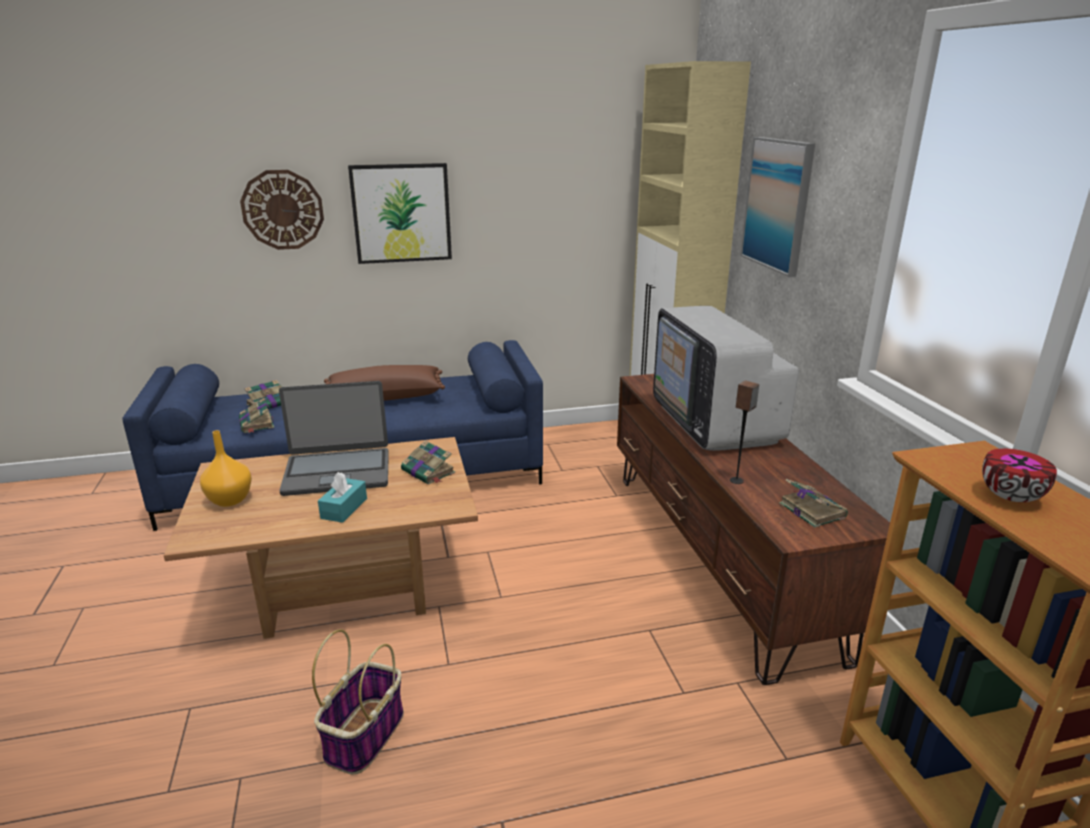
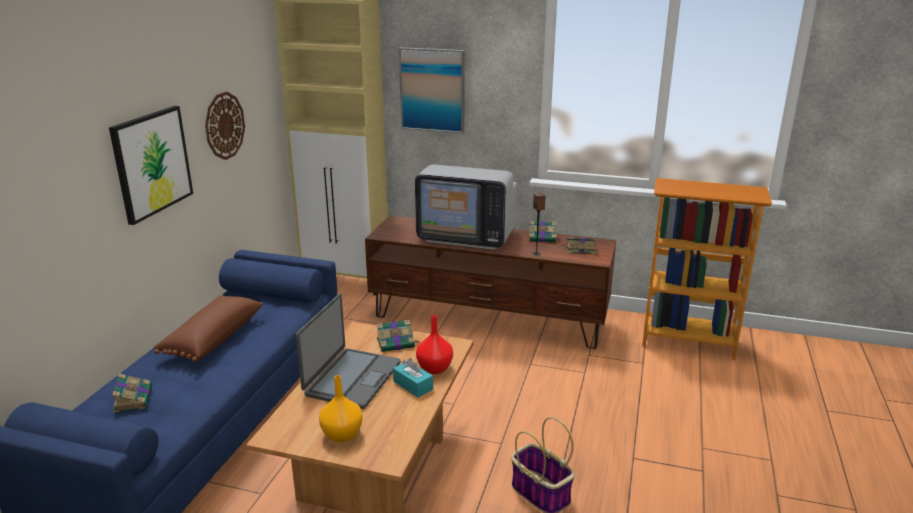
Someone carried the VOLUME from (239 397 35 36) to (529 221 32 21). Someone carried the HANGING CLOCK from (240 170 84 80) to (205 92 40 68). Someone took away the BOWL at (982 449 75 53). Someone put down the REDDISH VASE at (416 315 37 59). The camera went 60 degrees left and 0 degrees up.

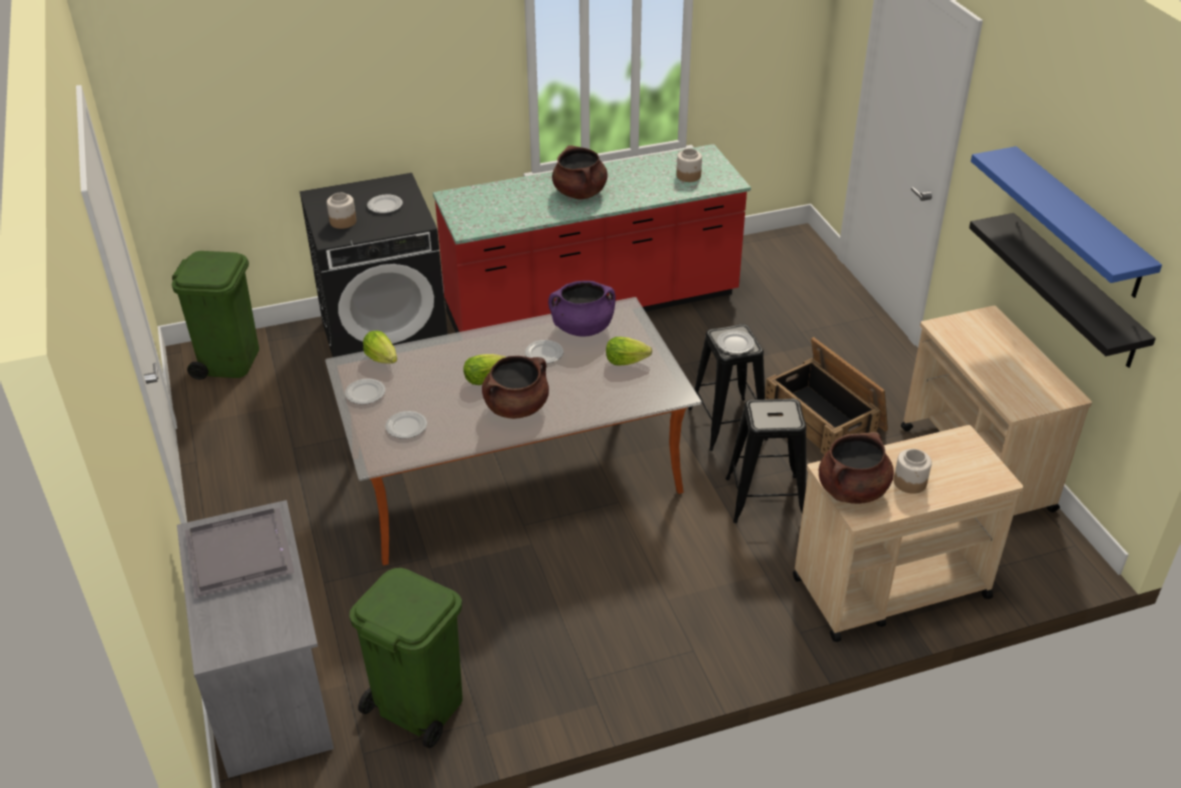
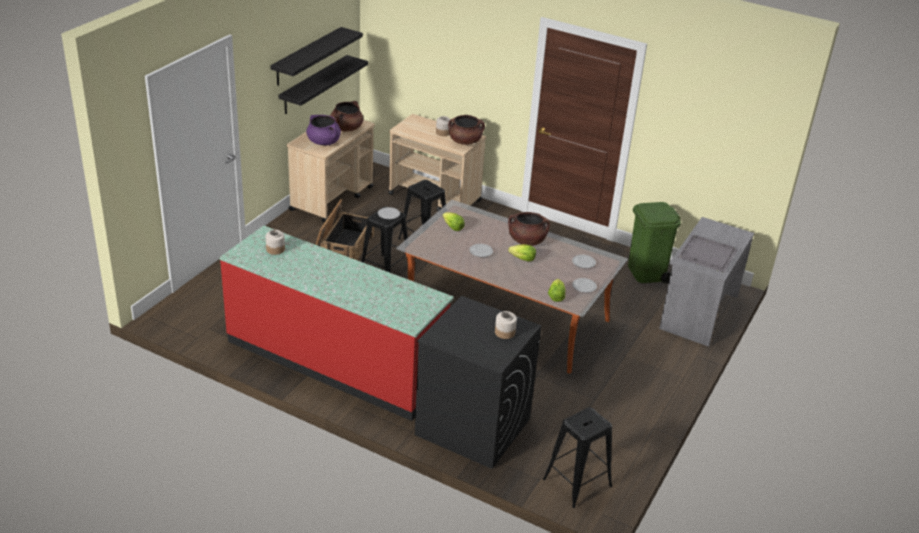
Someone swapped the GREEN-COLOURED RUBBISH BIN at (172 251 87 129) for the BLACKISH STOOL SEAT at (543 407 69 101). Someone took away the DINNER PLATE at (367 194 36 19). Someone carried the PURPLE SAUCEPOT from (548 281 68 56) to (306 115 35 30). Someone carried the BROWN-COLOURED SAUCEPOT from (552 145 56 55) to (330 101 33 31). Someone repainted the BLUISH SHELF at (971 146 191 152), which became the BLACKISH SHELF at (270 27 93 59). The camera went 135 degrees left and 5 degrees down.

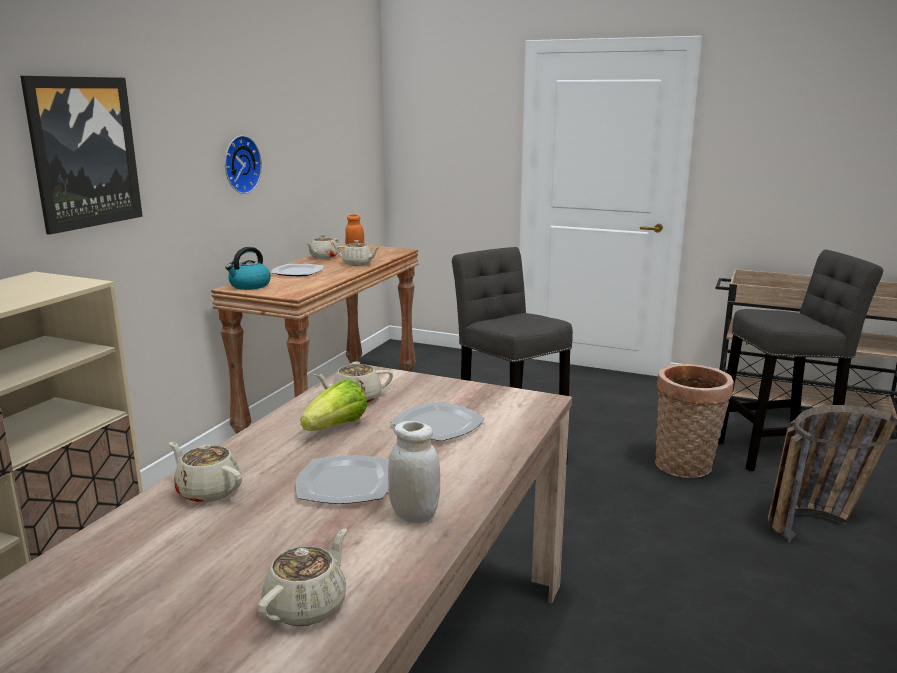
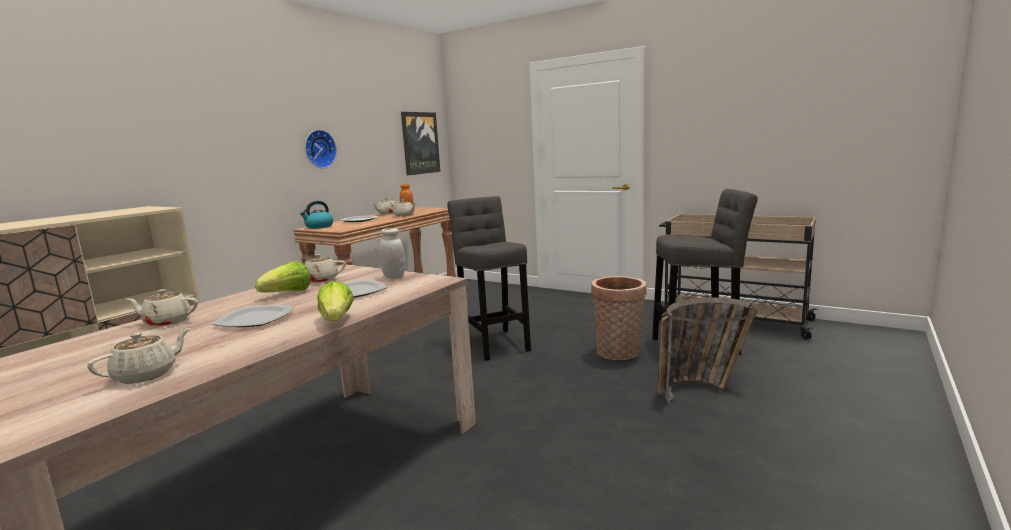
Someone carried the PICTURE from (20 76 123 159) to (401 112 40 63). Someone rotated the BEIGE TEA POT at (169 442 73 61) by 45 degrees counterclockwise. Someone carried the WHITISH PRESERVE JAR from (388 421 52 102) to (379 228 26 51). Someone put down the HEAD OF LETTUCE at (317 281 37 41). The camera went 10 degrees right and 5 degrees down.

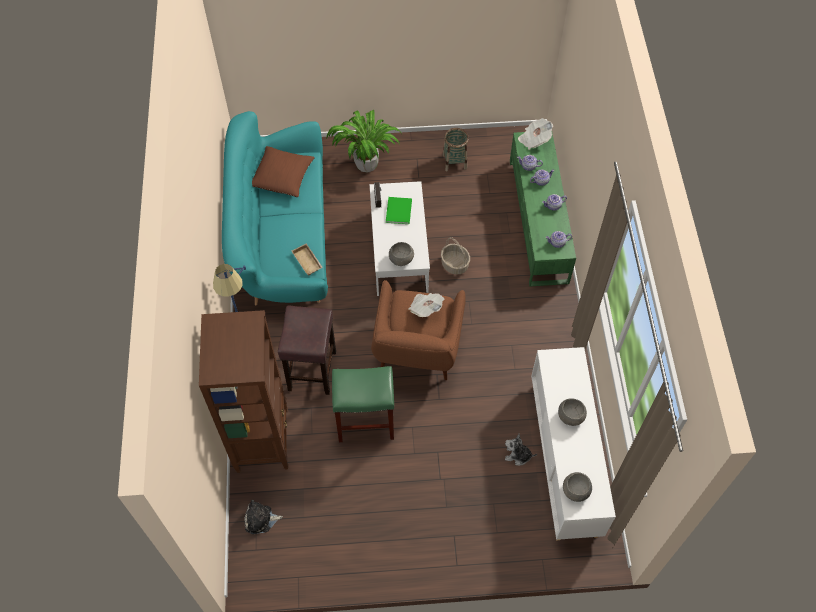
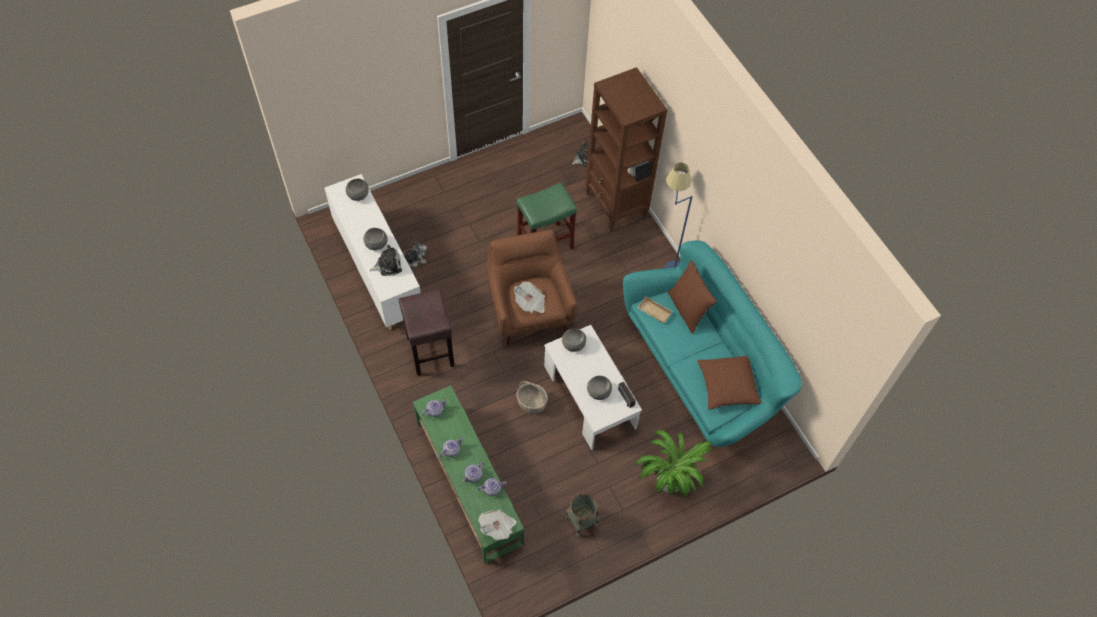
Someone carried the BROWN-COLOURED STOOL SEAT from (278 306 58 89) to (399 289 55 87). Someone swapped the GREEN-COLOURED VOLUME at (386 197 26 27) for the GRAY BOWL at (587 376 25 24). Someone put down the CUDDLY TOY at (370 245 32 31). Someone put down the BROWN-COLOURED THROW PILLOW at (668 260 49 74). The camera went 155 degrees right and 0 degrees up.

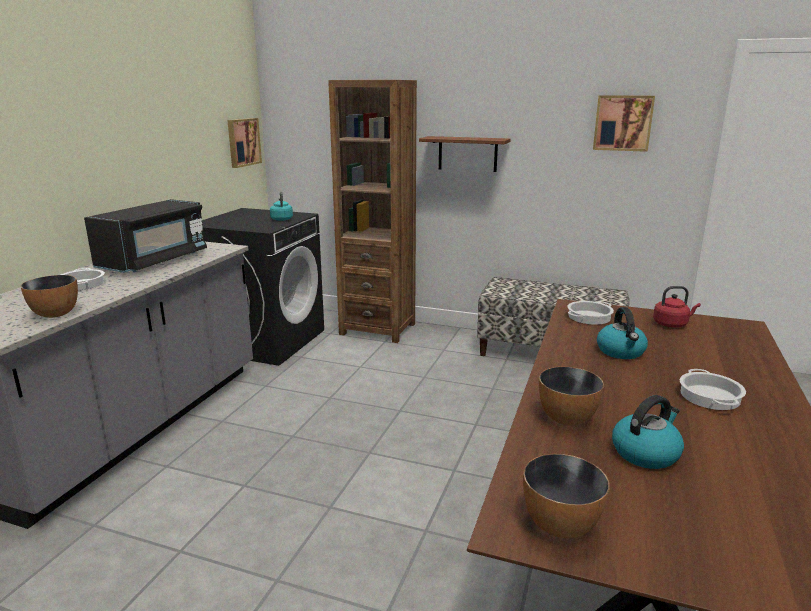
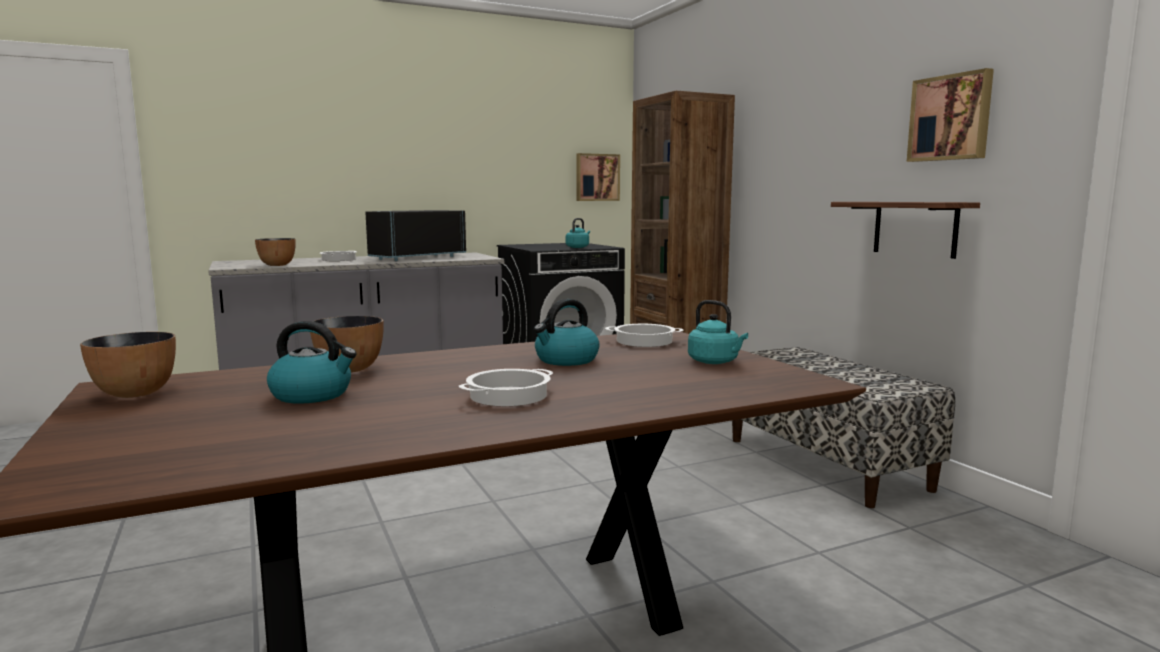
Someone rotated the BLACKISH MICROWAVE OVEN at (84 199 123 74) by 150 degrees clockwise. Someone carried the SHELF from (419 136 92 36) to (831 202 149 57). Someone repainted the REDDISH KETTLE at (653 286 48 41), which became the TURQUOISE-COLOURED KETTLE at (688 300 60 64). The camera went 45 degrees right and 10 degrees down.

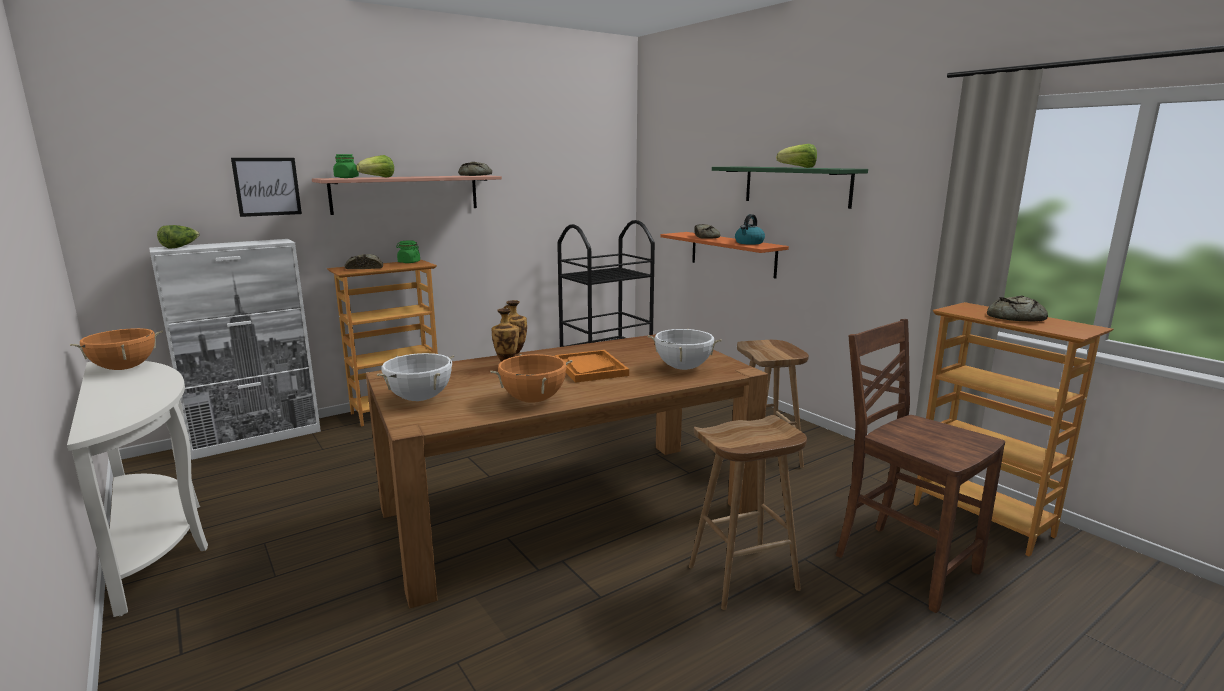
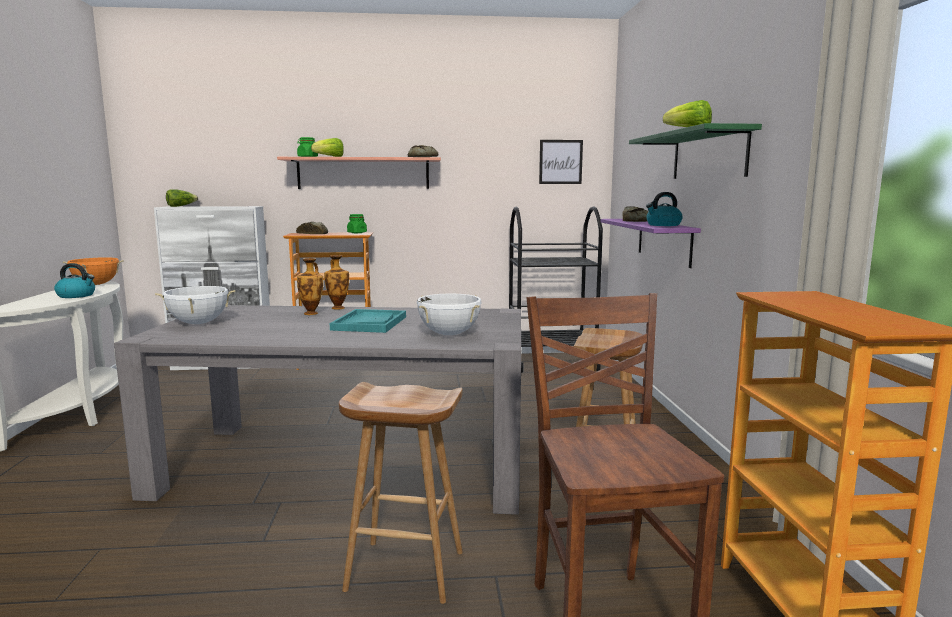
Someone carried the PICTURE from (231 158 71 59) to (539 140 44 44). Someone repainted the BROWN-COLOURED KITCHEN TABLE at (366 334 402 275), which became the GRAY KITCHEN TABLE at (114 305 407 210). Someone took away the ORANGEY SAUCEPOT at (490 354 83 49). Someone repainted the ORANGEY SERVING TRAY at (555 350 74 33), which became the TURQUOISE-COLOURED SERVING TRAY at (330 309 76 24). Someone repainted the ORANGEY SHELF at (660 232 129 47), which became the PURPLE SHELF at (600 219 101 49). Someone took away the BREAD at (987 296 61 25). Someone put down the KETTLE at (54 263 41 35). The camera went 30 degrees right and 5 degrees down.

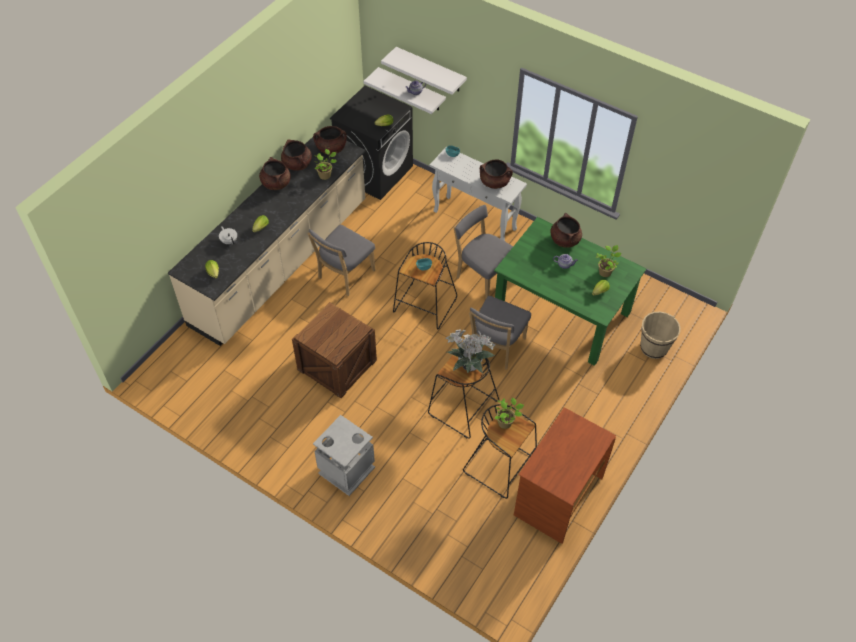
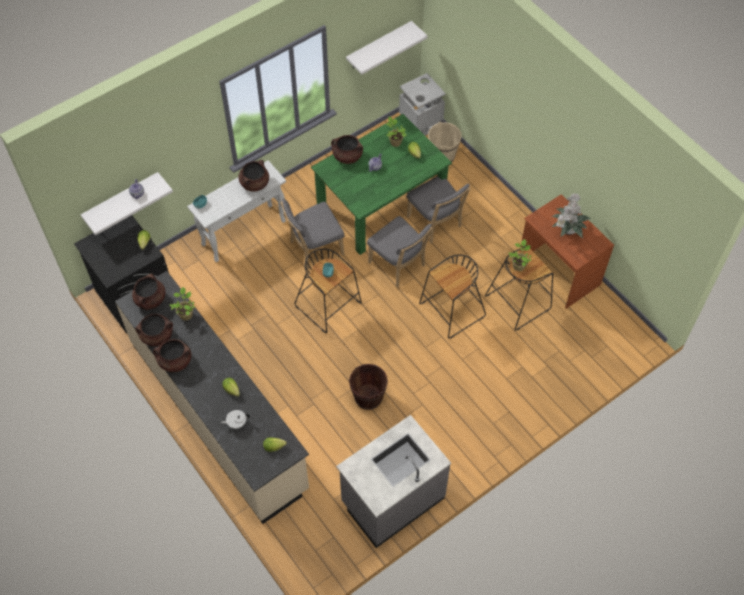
Someone swapped the CRATE at (292 302 85 96) for the BROWN-COLOURED PAIL at (349 364 39 46). Someone carried the GRAY CHAIR from (307 225 68 71) to (407 176 64 67). Someone carried the GRAY RUBBISH BIN from (313 415 62 81) to (399 73 47 63). Someone carried the WHITISH SHELF from (381 47 86 48) to (346 21 82 54). Someone carried the PLANT IN A POT from (446 329 50 44) to (552 193 39 45). Someone put down the GRAY KITCHEN BASE UNIT at (336 415 115 133). The camera went 70 degrees left and 5 degrees up.

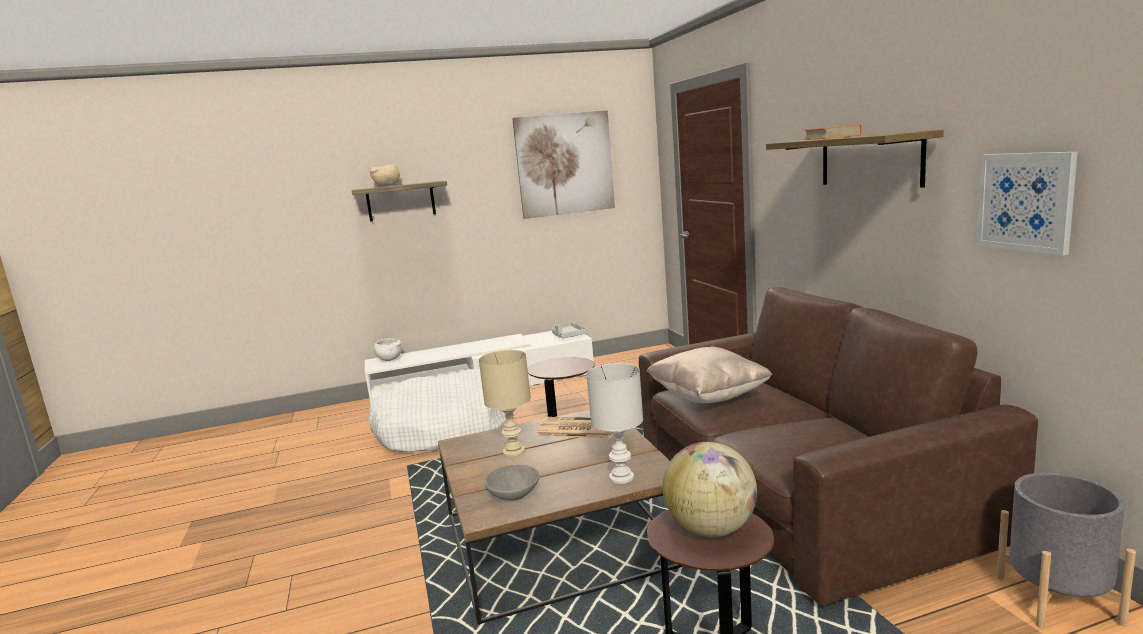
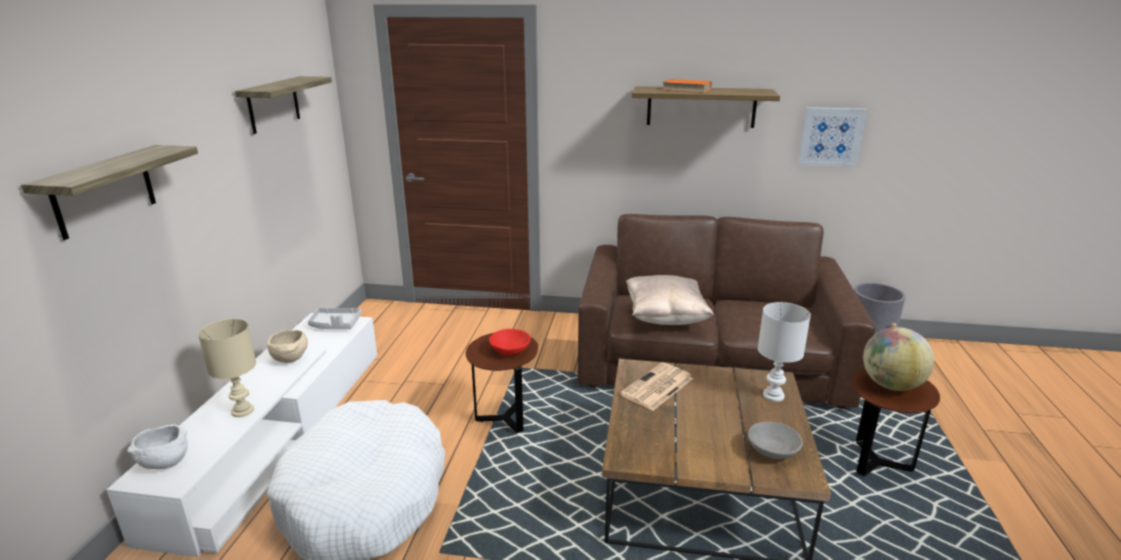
Someone carried the BEIGE BOWL from (370 164 30 22) to (267 329 41 34). Someone carried the BEIGE TABLETOP LAMP from (479 350 52 107) to (198 319 58 98). Someone swapped the PICTURE at (512 110 103 109) for the SHELF at (235 76 97 58). Someone put down the REDDISH BOWL at (489 329 42 27). The camera went 65 degrees left and 10 degrees up.

